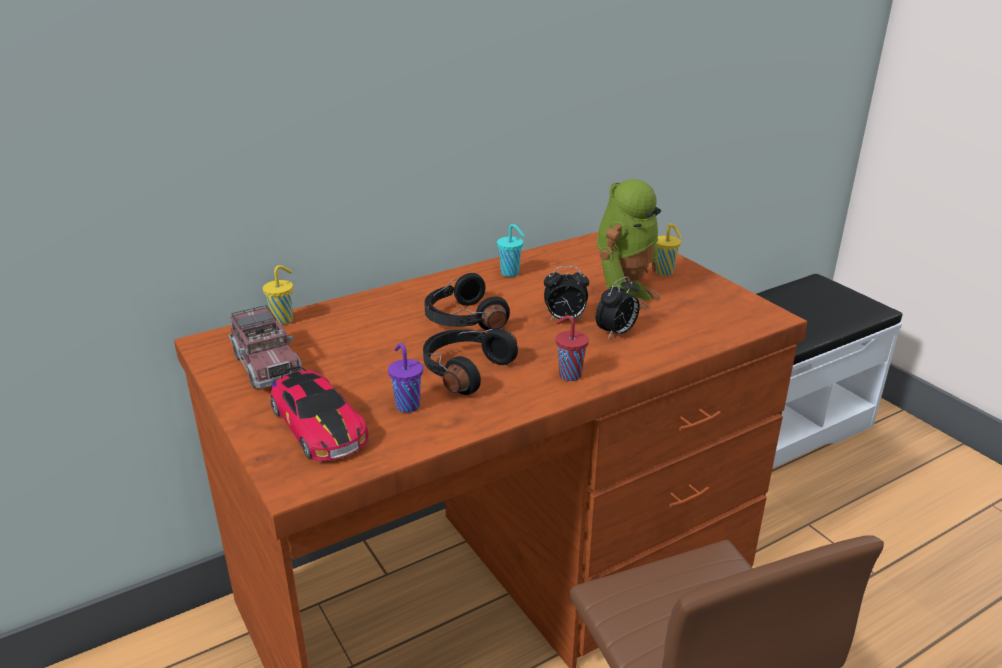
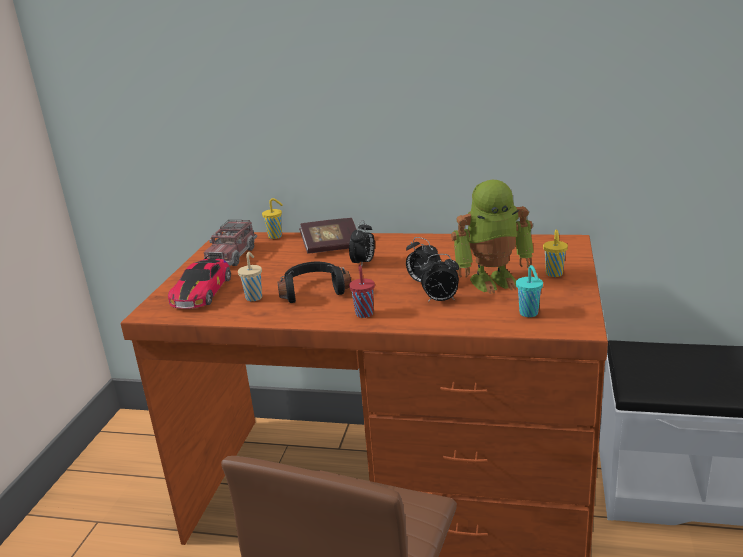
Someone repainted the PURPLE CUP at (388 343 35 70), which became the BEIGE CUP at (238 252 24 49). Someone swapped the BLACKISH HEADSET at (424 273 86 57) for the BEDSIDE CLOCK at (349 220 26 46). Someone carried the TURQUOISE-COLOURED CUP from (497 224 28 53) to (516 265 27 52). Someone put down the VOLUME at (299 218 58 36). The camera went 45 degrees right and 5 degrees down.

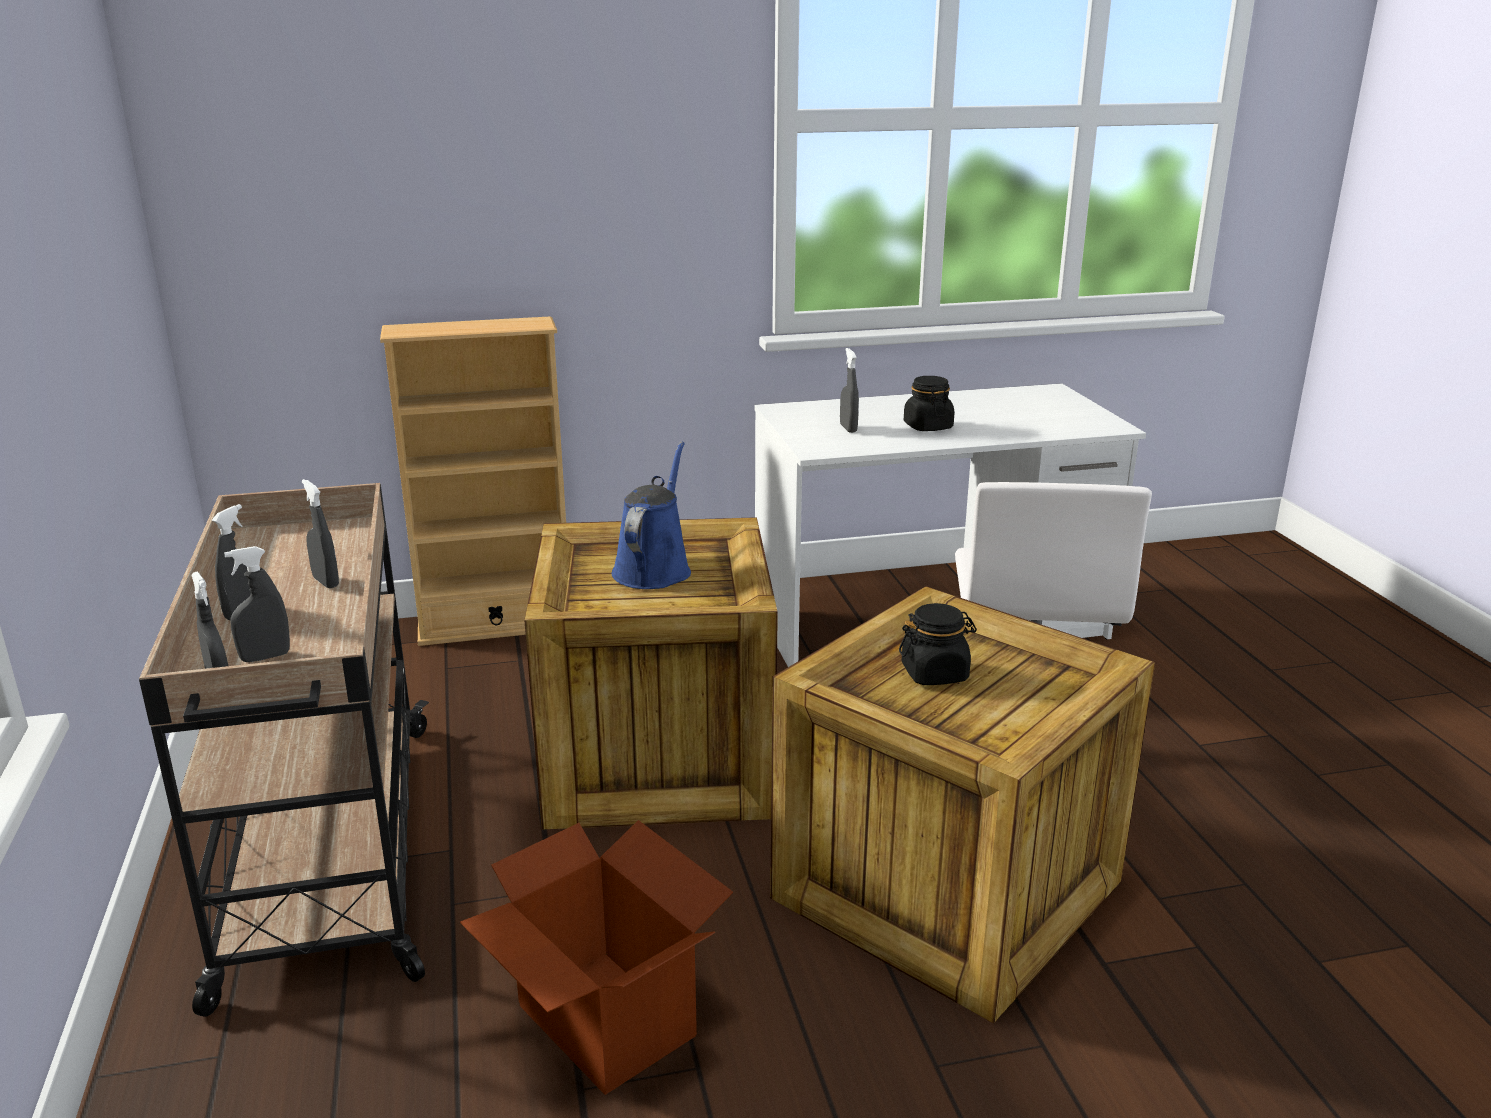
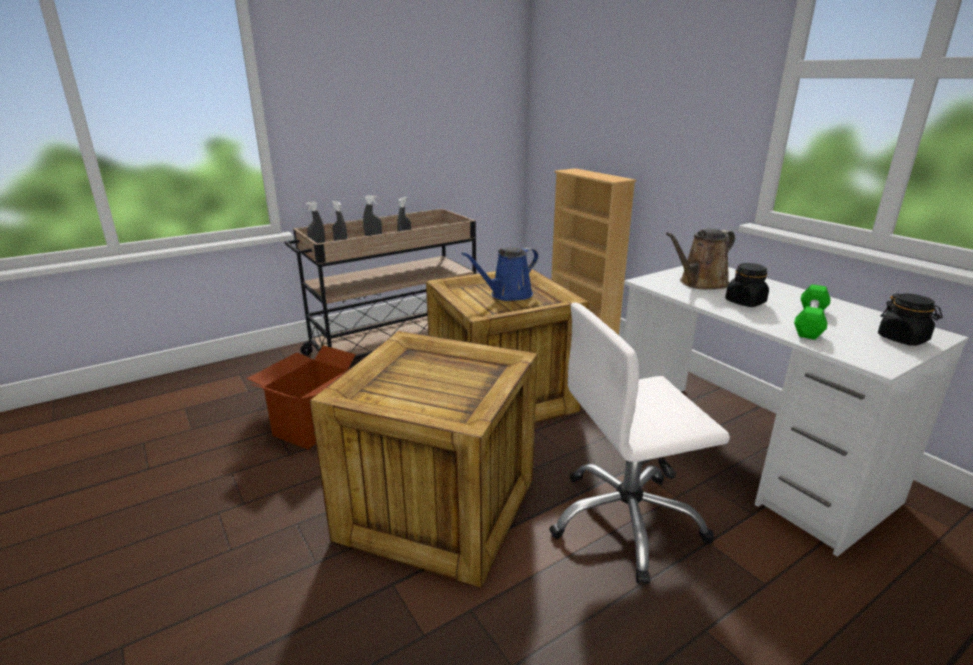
Someone rotated the BLUISH WATERING CAN at (612 442 79 147) by 150 degrees clockwise. Someone swapped the GRAY SPRAYER at (840 348 19 85) for the BROWN-COLOURED WATERING CAN at (666 228 69 62). Someone carried the BLACKISH PRESERVE JAR from (899 603 78 82) to (878 293 65 53). Someone put down the GREEN-COLOURED DUMBBELL at (794 284 37 56). The camera went 70 degrees right and 0 degrees up.

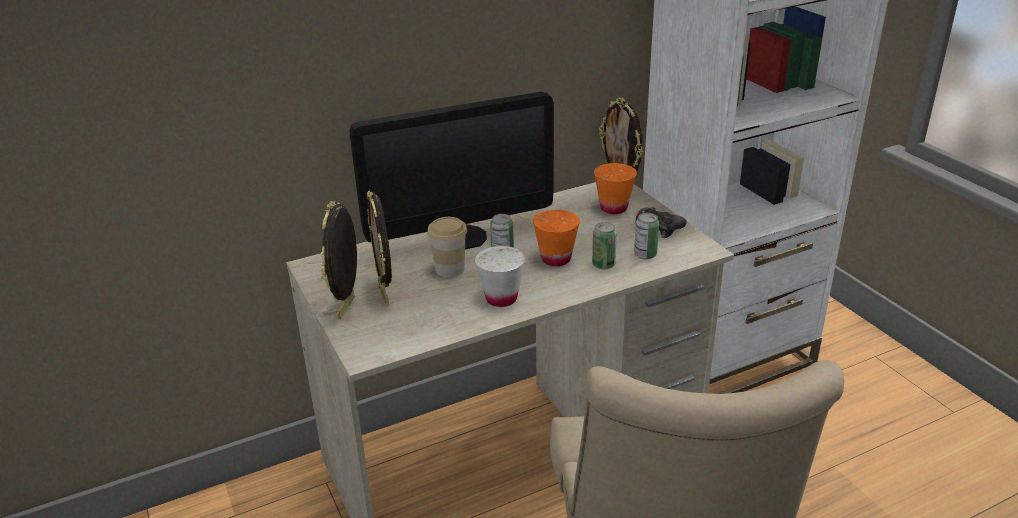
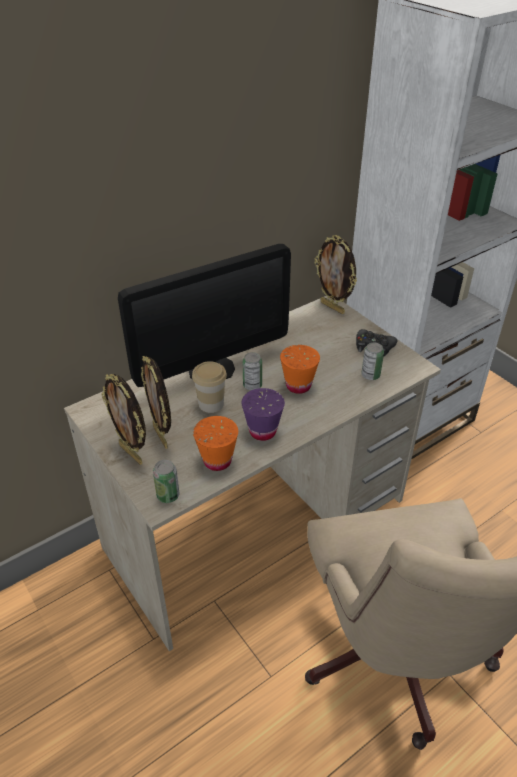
Someone rotated the PICTURE FRAME at (321 201 36 119) by 45 degrees counterclockwise. Someone repainted the WHITISH CUP at (475 246 50 61), which became the PURPLE CUP at (241 388 44 53). Someone carried the CAN from (592 222 25 48) to (153 460 26 43). Someone carried the ORANGEY CUP from (594 163 43 51) to (193 416 45 55). The camera went 10 degrees left and 10 degrees up.

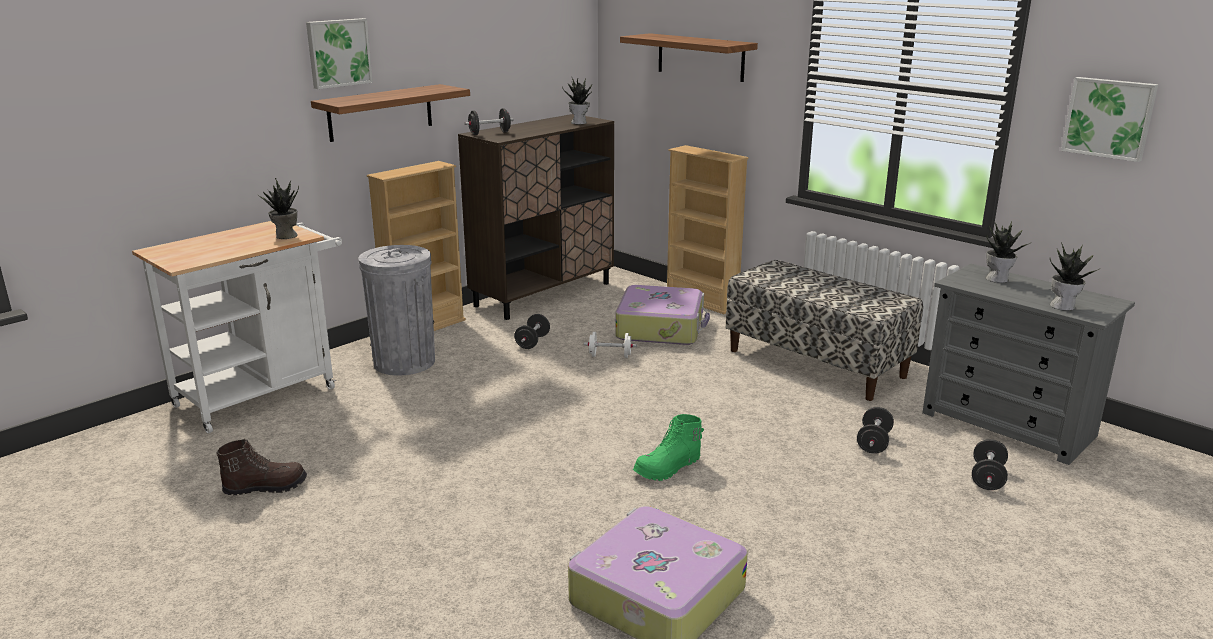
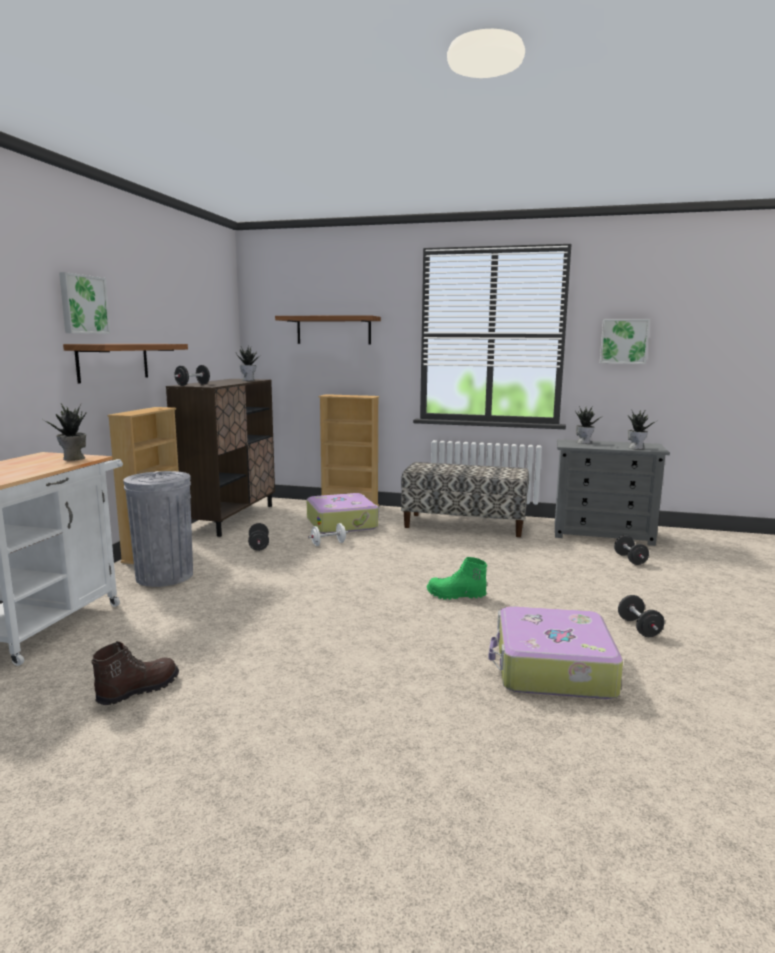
Someone rotated the GREEN-COLOURED HIGH-TOP BOOT at (633 414 71 67) by 75 degrees clockwise. Someone carried the BLACKISH DUMBBELL from (857 407 37 47) to (618 595 46 42). The camera went 30 degrees left and 10 degrees down.

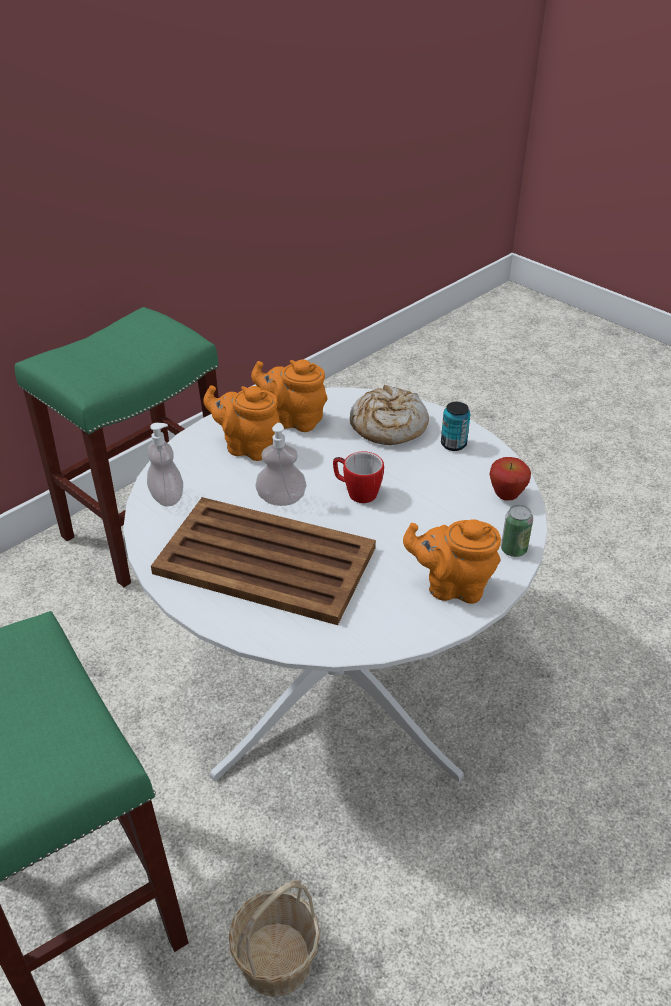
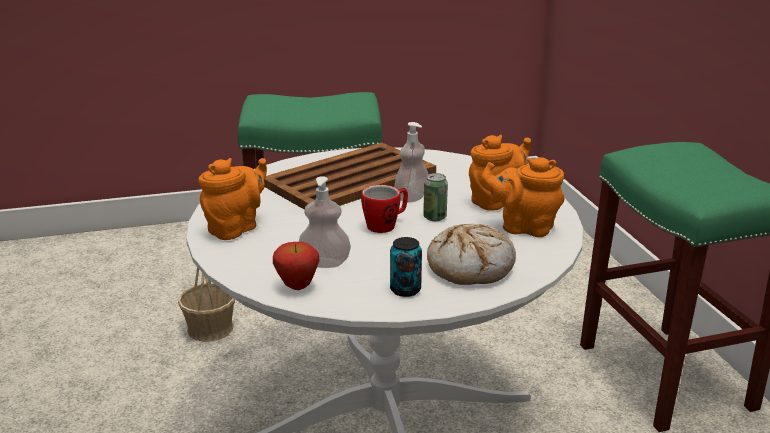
Someone carried the SOAP DISPENSER from (147 423 36 84) to (299 176 52 92). Someone rotated the ORANGEY TEA POT at (251 359 76 73) by 120 degrees counterclockwise. Someone carried the CAN from (501 505 32 52) to (423 173 25 48). The camera went 120 degrees right and 15 degrees down.

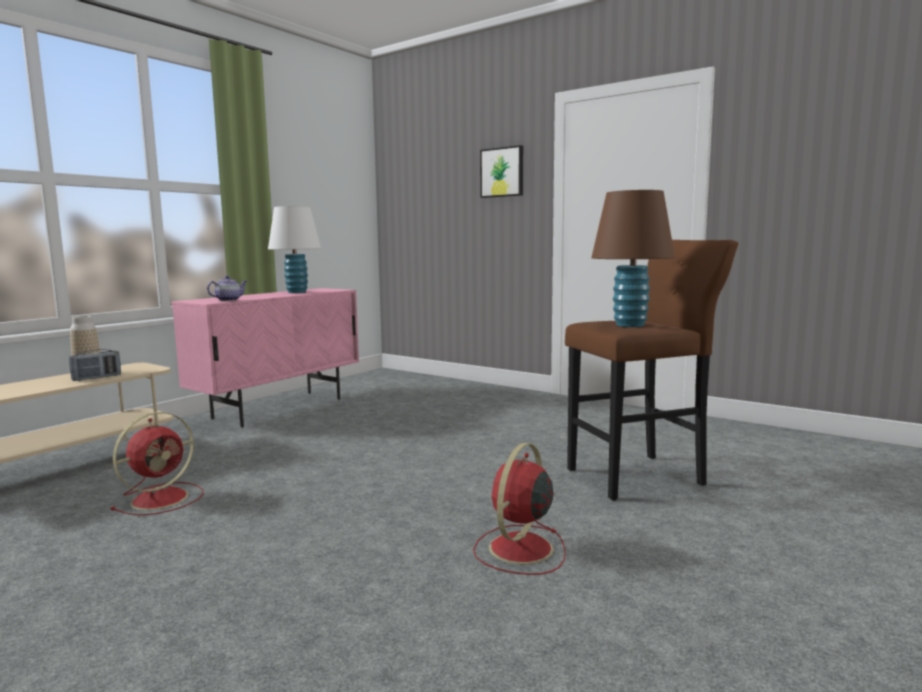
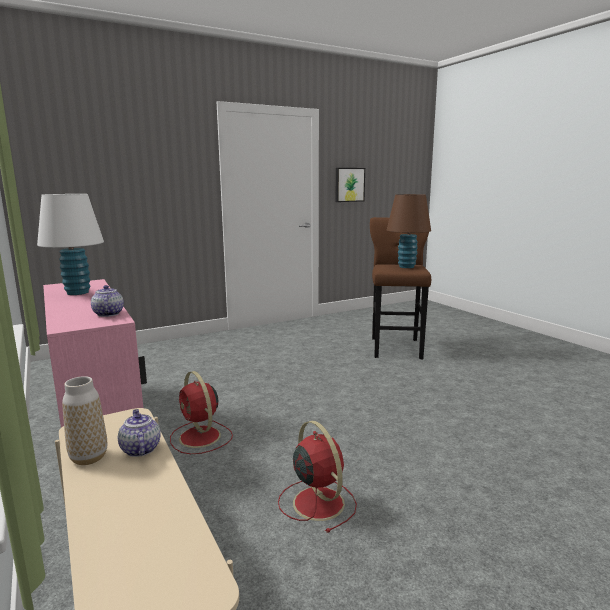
Someone swapped the RADIO SET at (69 349 52 32) for the TEA POT at (118 409 43 48). Someone carried the REDDISH COOLING FAN from (473 443 93 132) to (170 371 63 83). Someone carried the PICTURE from (480 145 43 53) to (335 168 30 34). The camera went 65 degrees left and 5 degrees up.

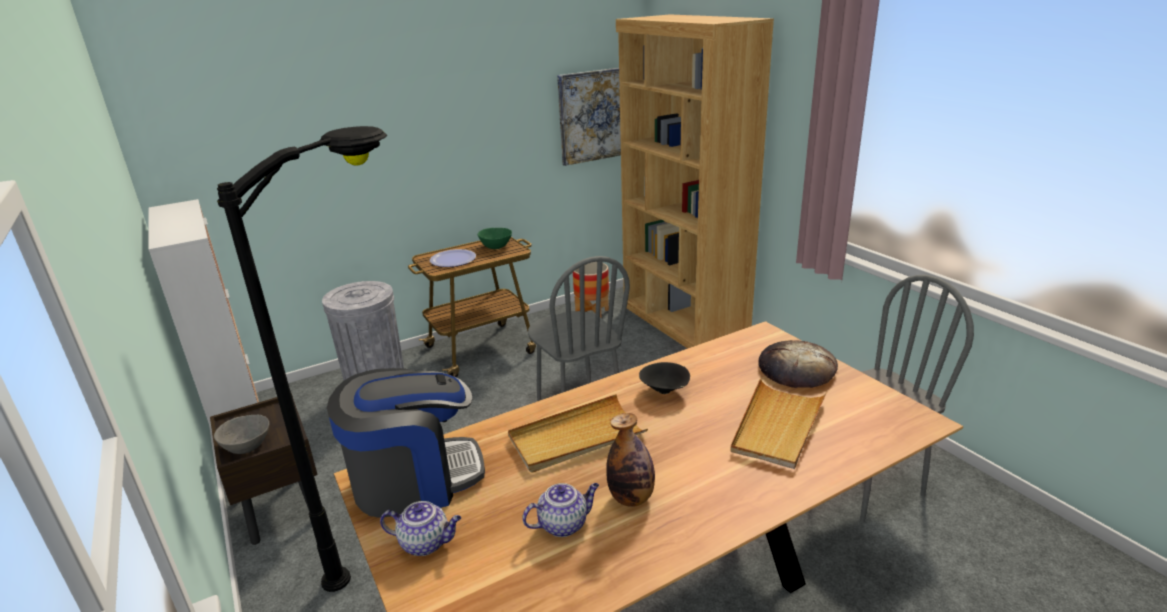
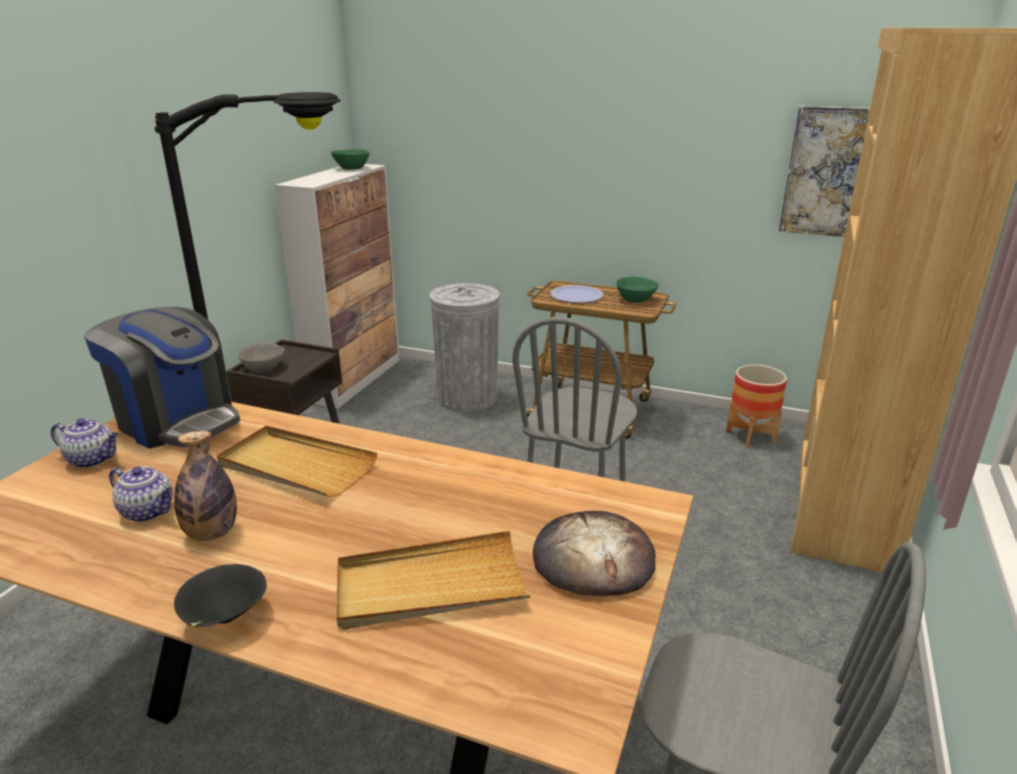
Someone rotated the TEA POT at (380 501 81 55) by 45 degrees counterclockwise. Someone carried the BLACKISH BOWL from (639 362 51 32) to (174 564 93 63). Someone put down the GREEN-COLOURED BOWL at (331 149 39 21). The camera went 50 degrees right and 0 degrees up.

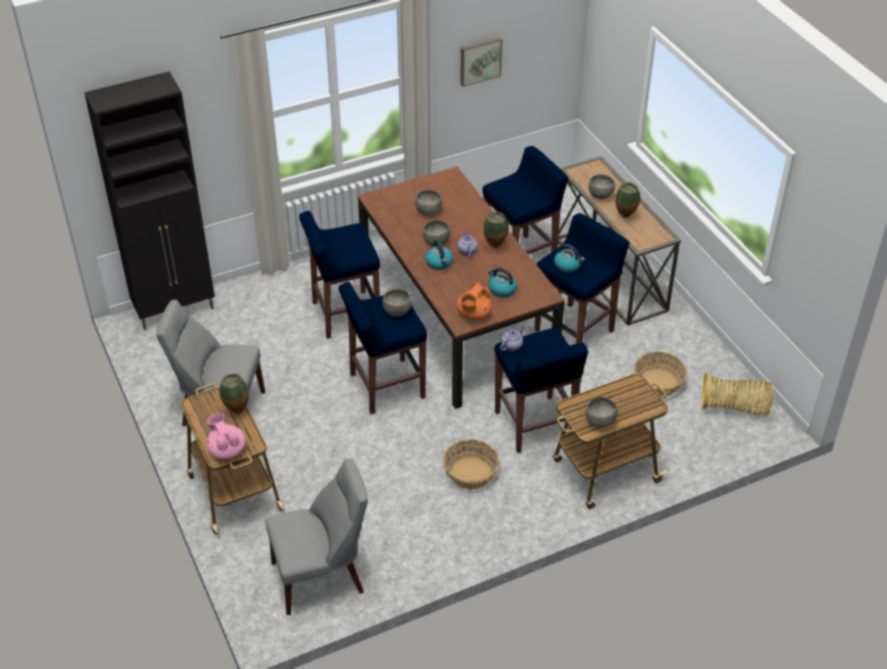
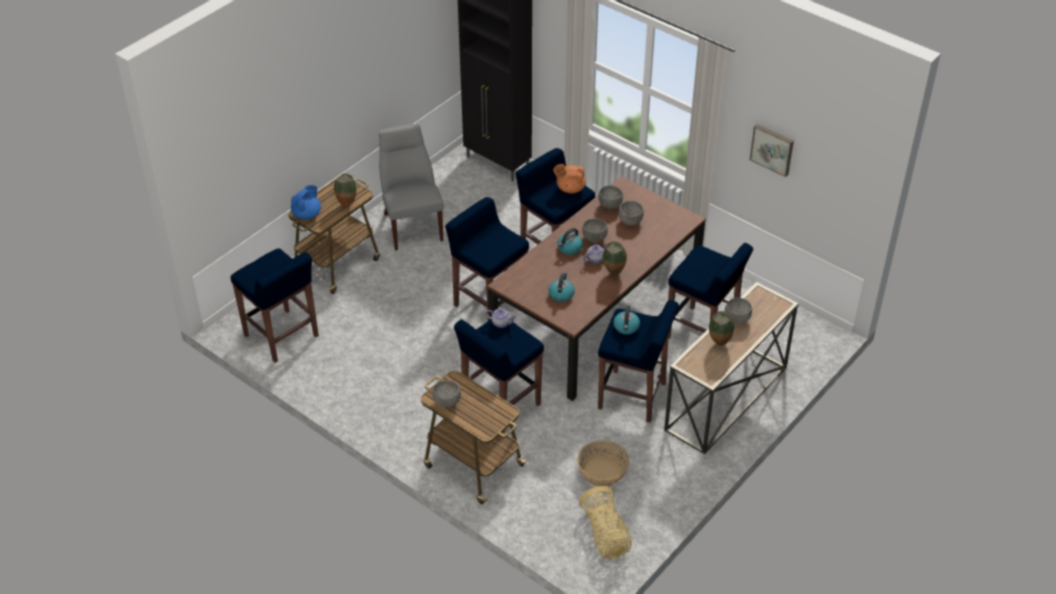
Someone repainted the PINKISH TEA POT at (206 413 40 46), which became the BLUISH TEA POT at (291 185 30 34). Someone swapped the GRAY CHAIR at (265 458 103 157) for the BLUISH STOOL SEAT at (231 249 88 114). Someone carried the GRAY BOWL from (383 289 29 28) to (598 186 25 23). Someone took away the STORAGE BASKET at (443 439 56 50). Someone carried the ORANGEY TEA POT from (457 283 35 36) to (554 164 32 30). The camera went 65 degrees right and 0 degrees up.

